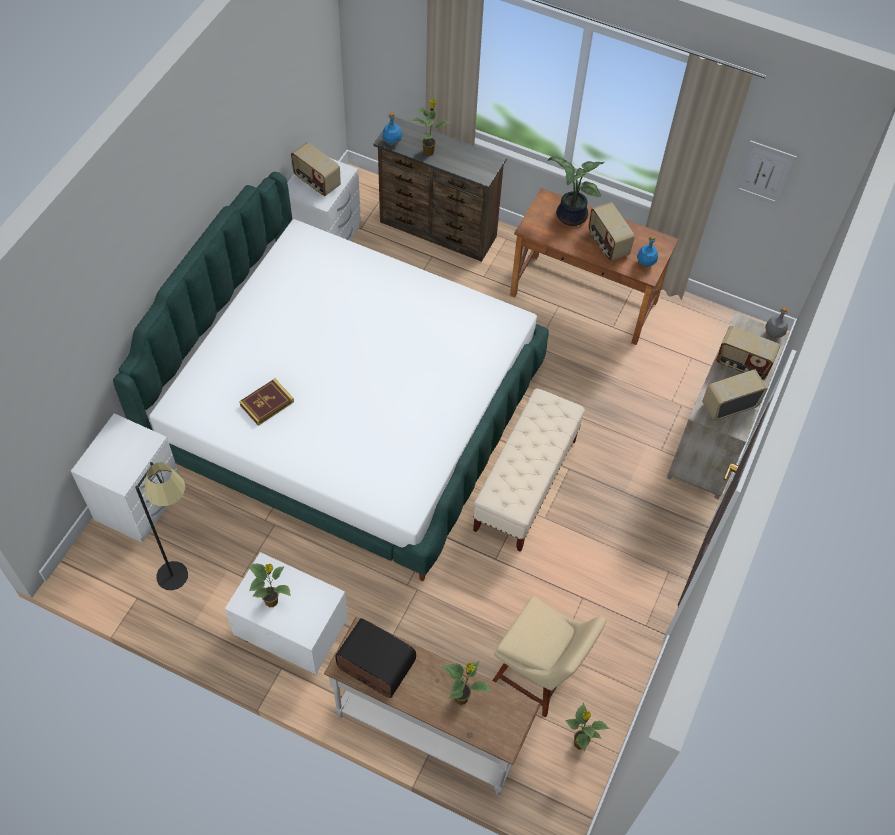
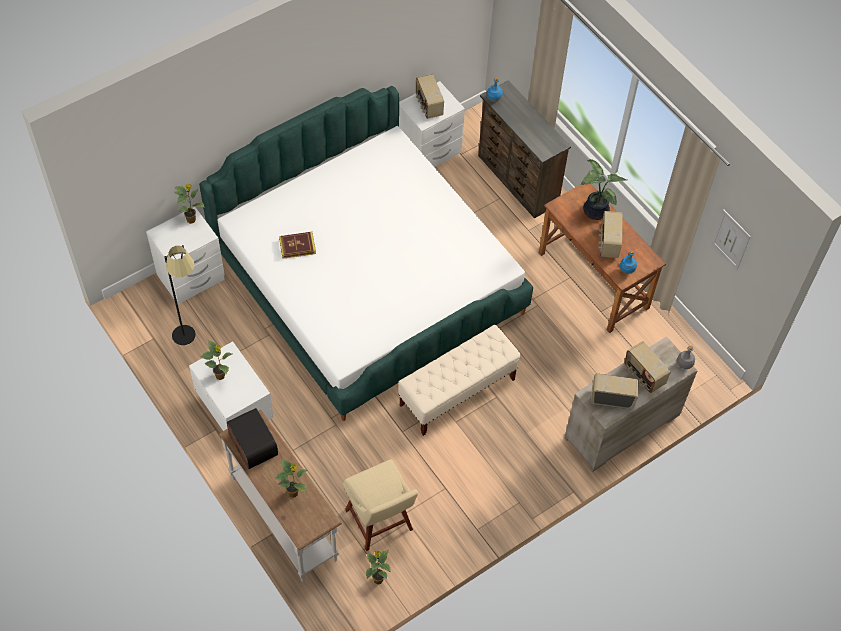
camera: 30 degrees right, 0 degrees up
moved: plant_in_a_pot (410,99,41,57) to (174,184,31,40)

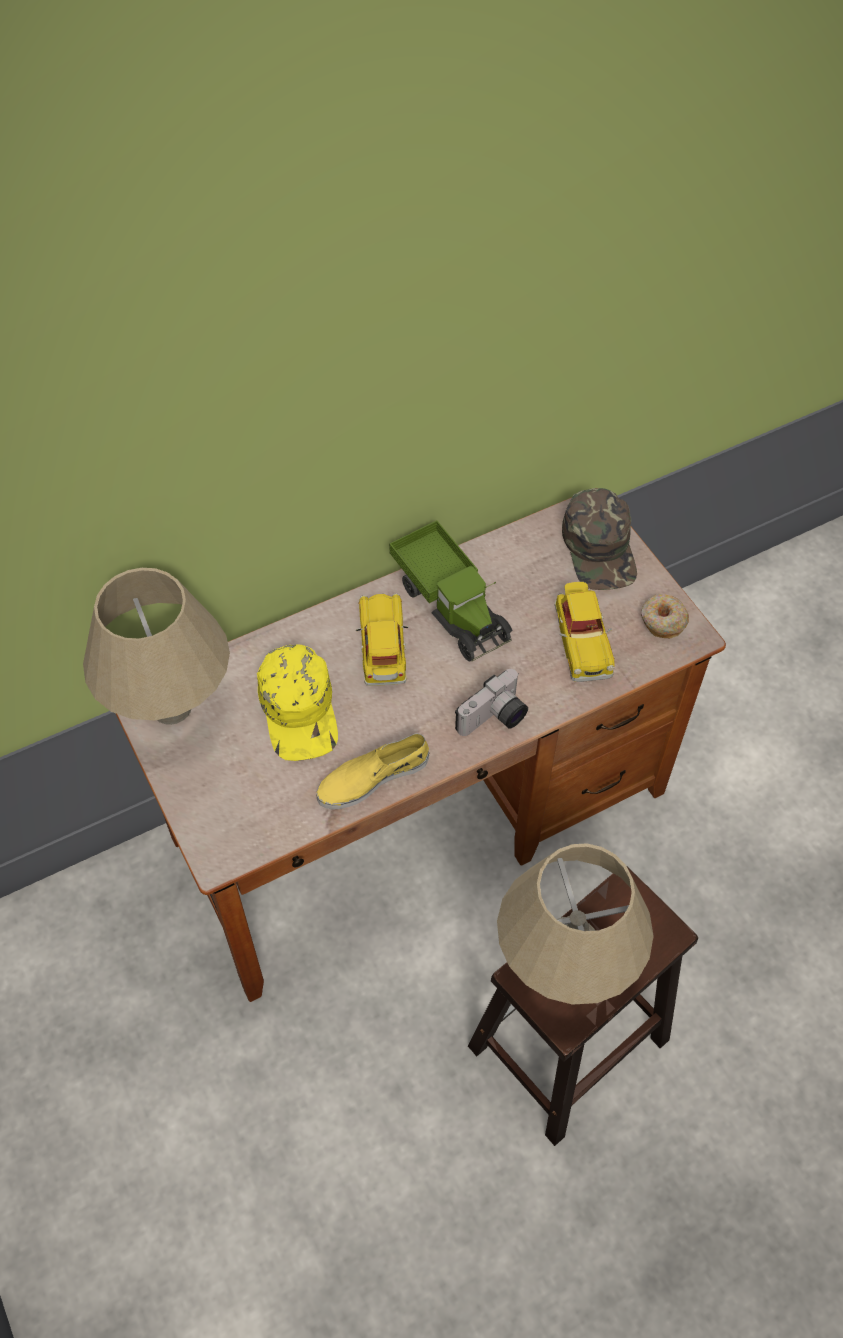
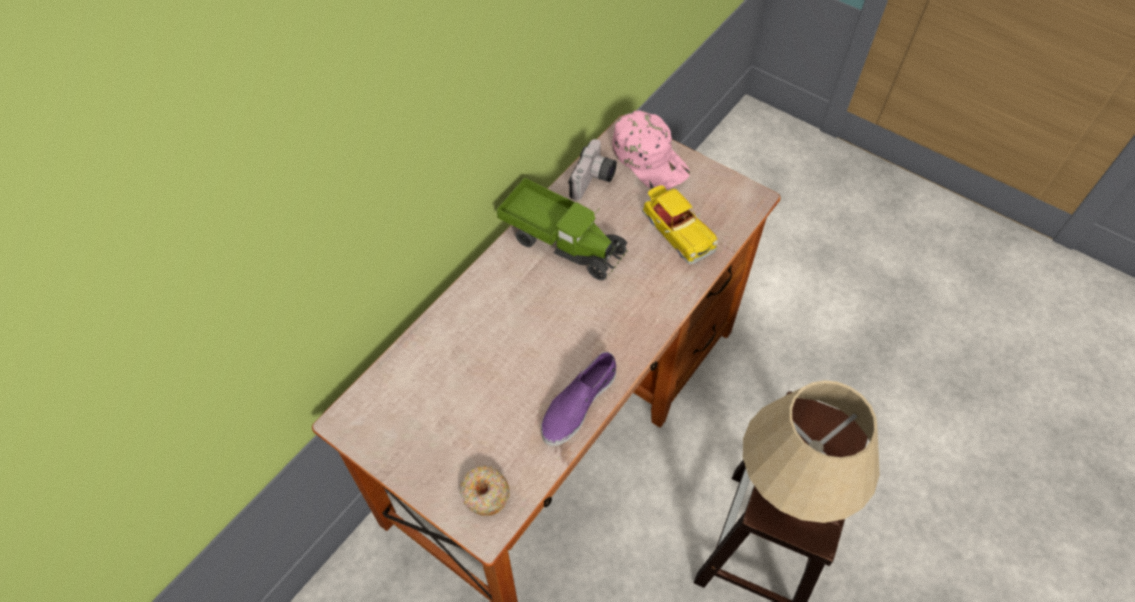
camera: 25 degrees left, 0 degrees up
removed: beige-coloured_tabletop_lamp (83,568,147,157); yellowish_baseball_cap (257,644,81,117); model_car (356,593,53,93)
moved: still_camera (455,669,73,67) to (568,139,49,61); ring_doughnut (641,594,48,44) to (460,466,50,50)
recoloured: yellowish_shoe (316,733,113,77) to purple_shoe (541,352,75,94); green-coloured_baseball_cap (562,488,75,102) to pink-coloured_baseball_cap (612,111,78,79)

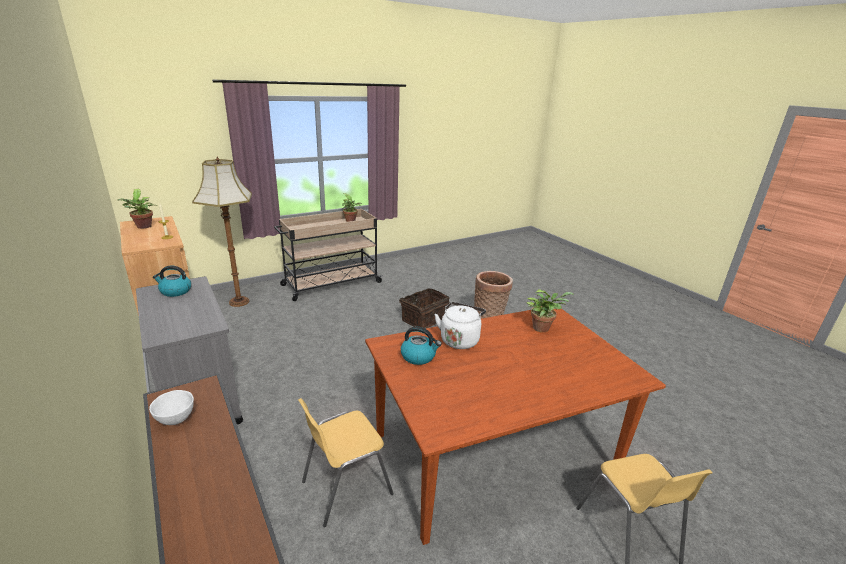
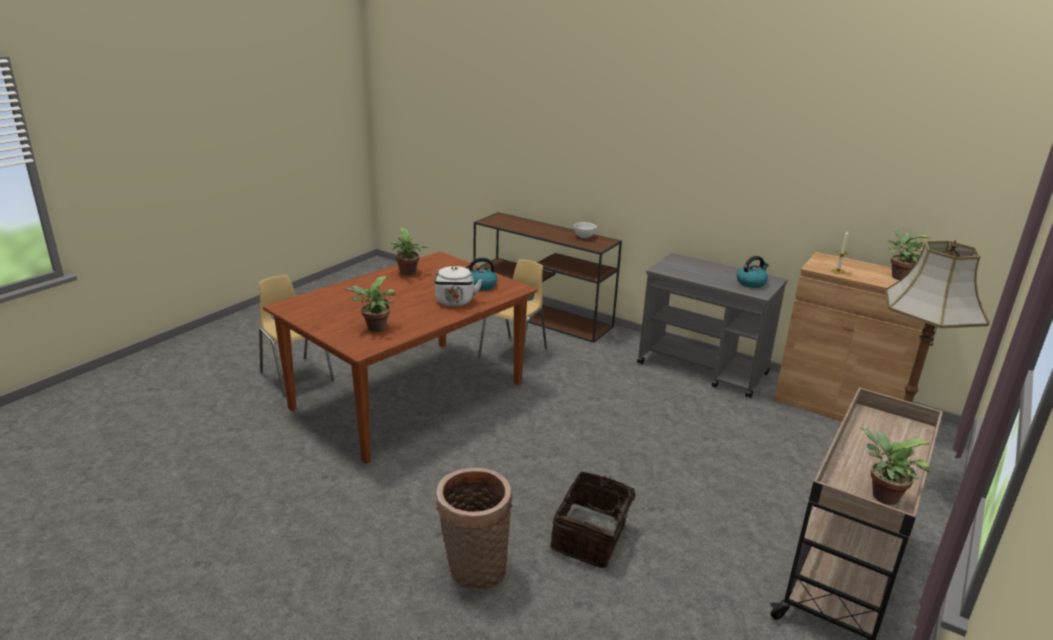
camera: 155 degrees right, 0 degrees up
added: plant_in_a_pot (391,228,37,47)

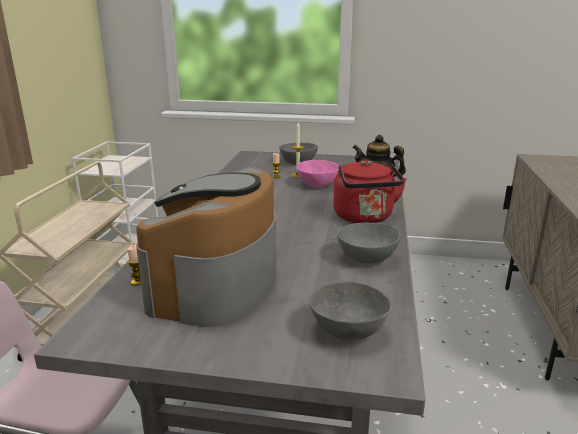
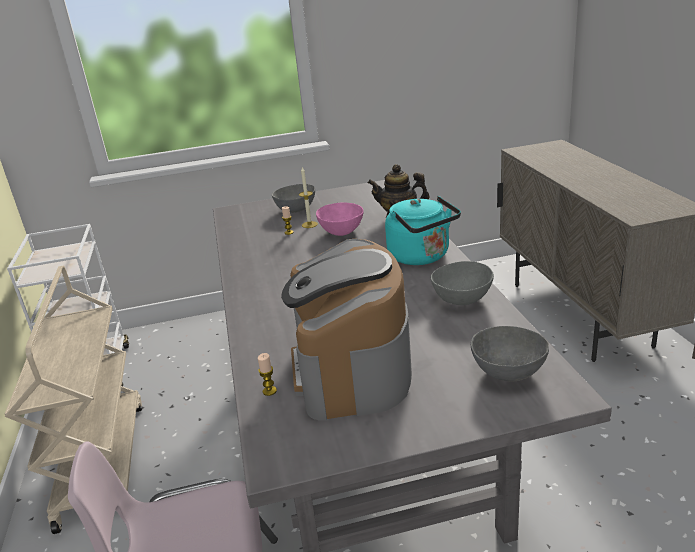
camera: 20 degrees left, 5 degrees up
recoloured: red-coloured_water_kettle (333,160,74,63) to turquoise-coloured_water_kettle (385,196,76,69)

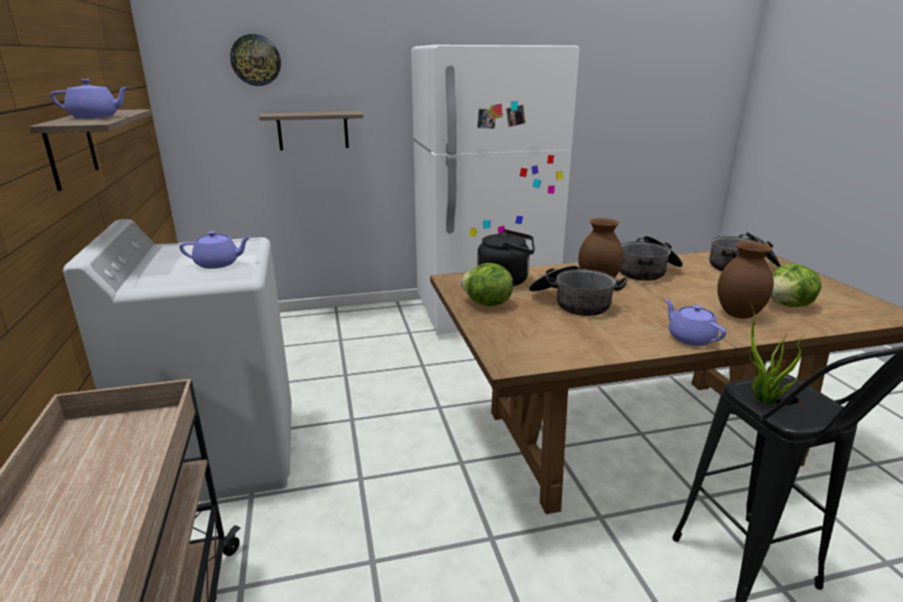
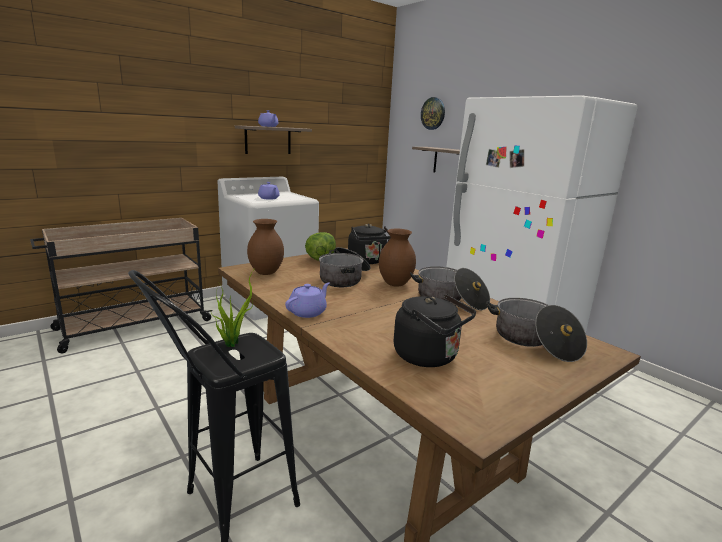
camera: 65 degrees right, 5 degrees down
moved: brownish_decorative_vase (717,241,57,78) to (247,219,37,56)
replaced: head_of_lettuce (771,264,51,43) to black_water_kettle (394,294,82,73)

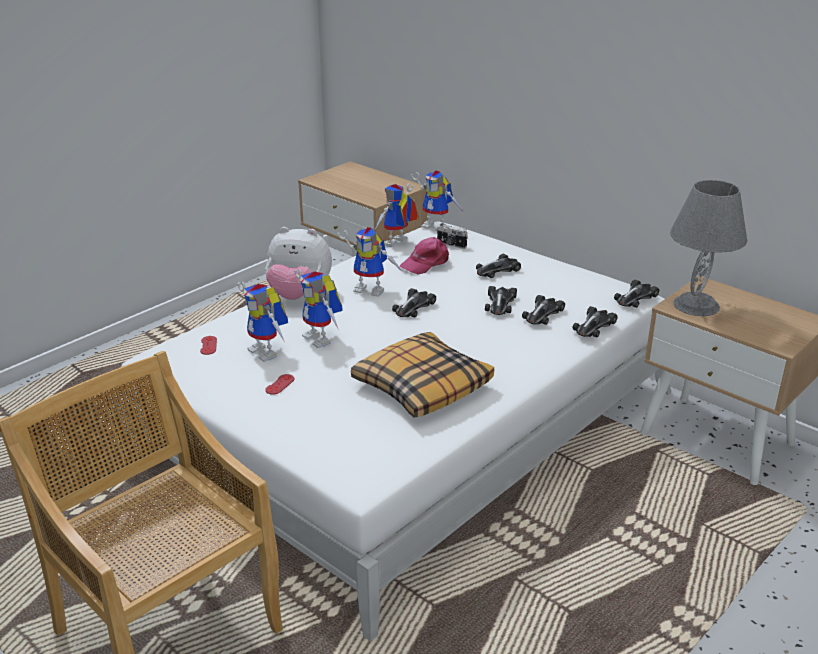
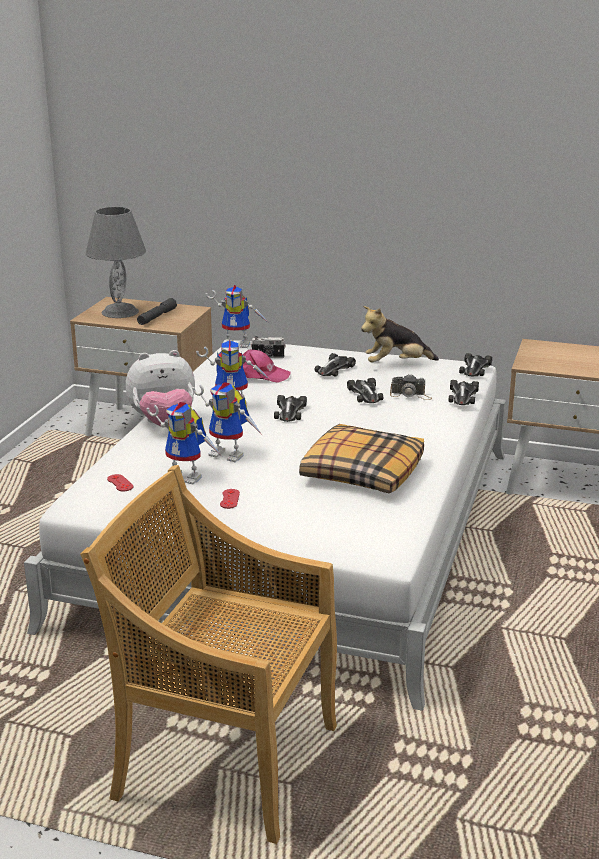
camera: 25 degrees left, 5 degrees down
removed: robot_figure (375,183,44,64)
added: gray_torch (137,298,40,27); cuddly_toy (361,306,78,56)
moved: gray_tabletop_lamp (670,180,77,136) to (86,207,60,111)
replaced: model_car (522,295,43,30) to still_camera (390,375,42,25)
turned: pink-coloured_baseball_cap (399,237,50,38) = (243,350,47,33) 105 degrees counterclockwise

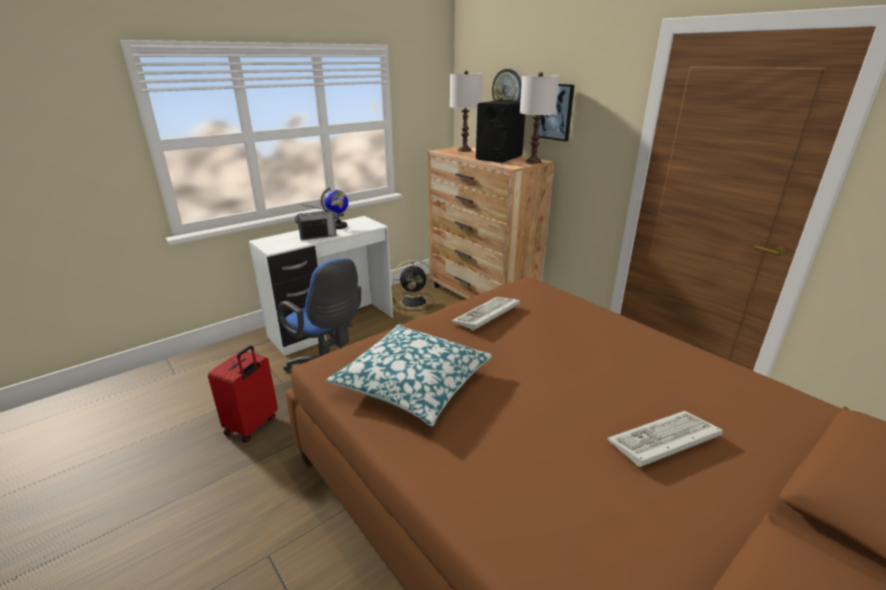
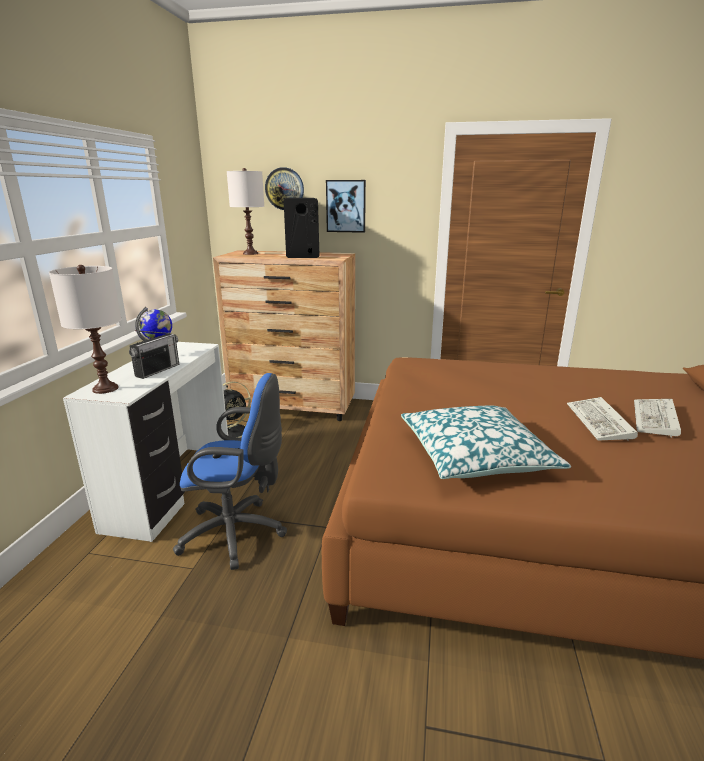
camera: 40 degrees left, 5 degrees down
removed: red-coloured_suitcase (208,345,70,98)
moved: keyboard (452,297,68,34) to (567,397,71,44); white-coloured_tabletop_lamp (520,72,39,92) to (49,265,72,129)

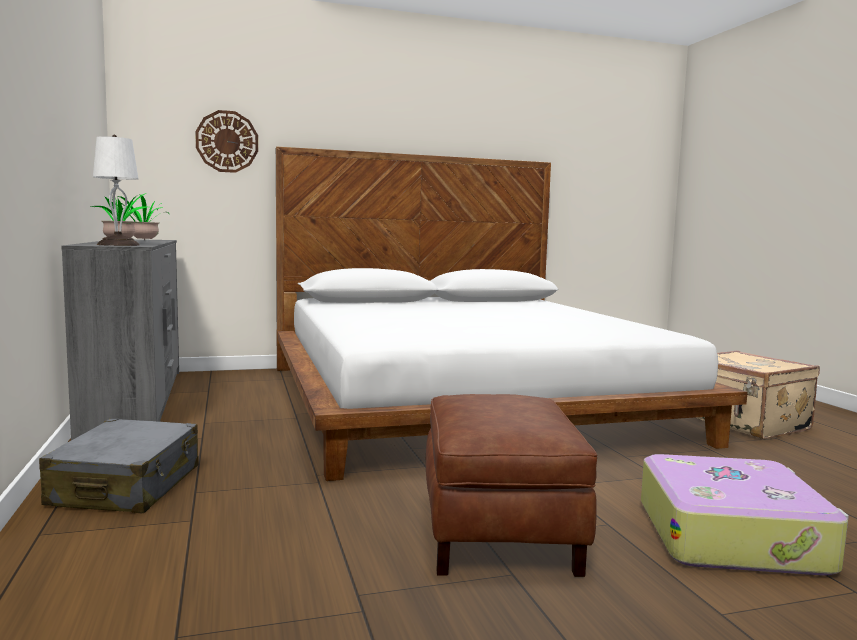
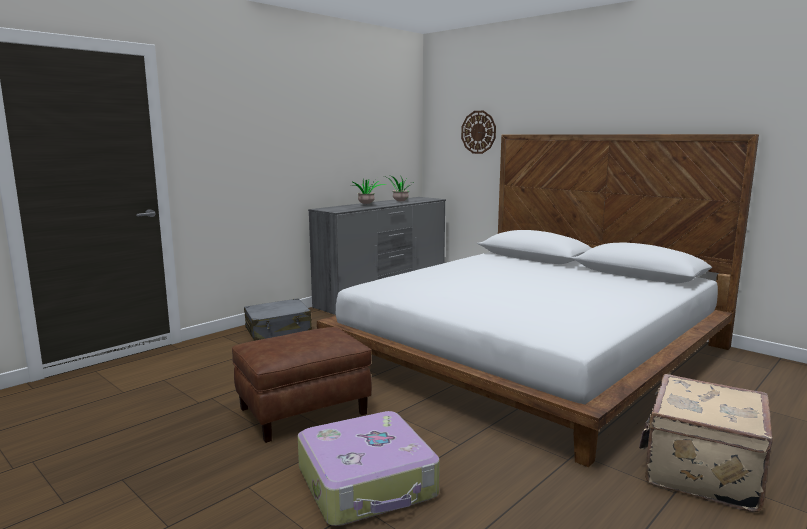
camera: 60 degrees right, 5 degrees up
removed: white-coloured_tabletop_lamp (93,134,46,112)

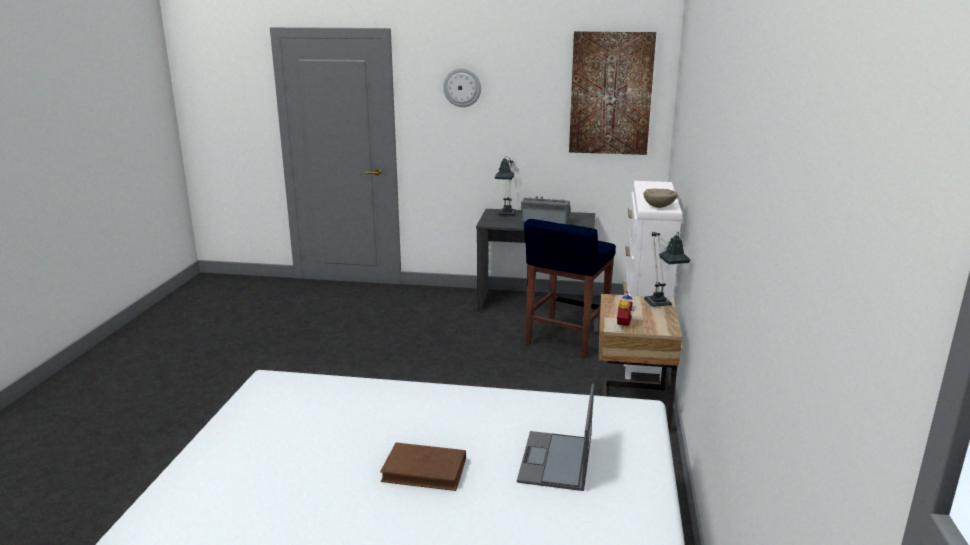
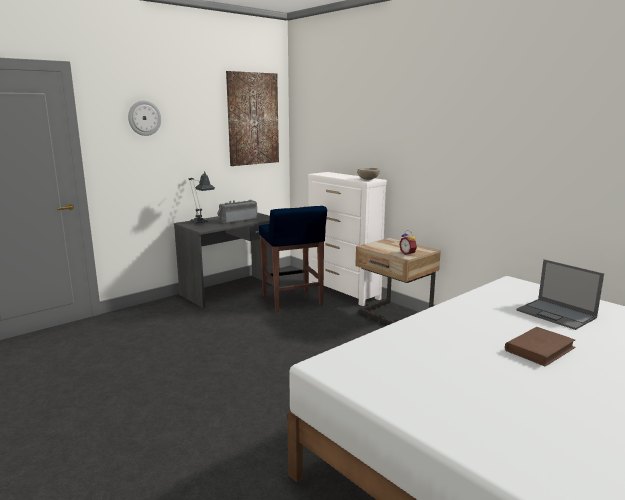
camera: 50 degrees left, 5 degrees down
removed: tabletop_lamp (644,232,46,75)

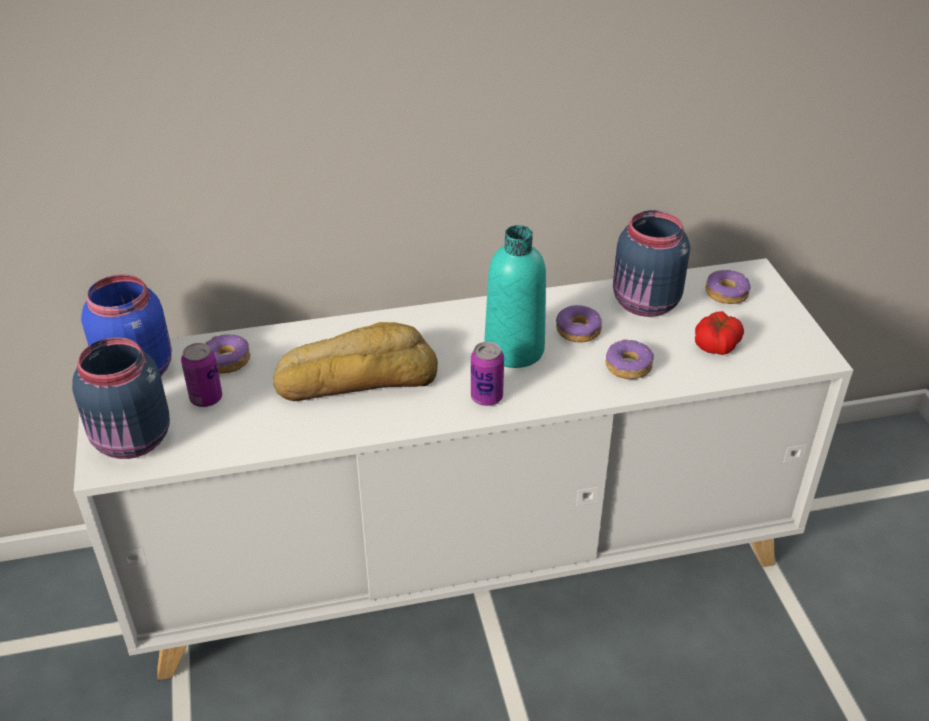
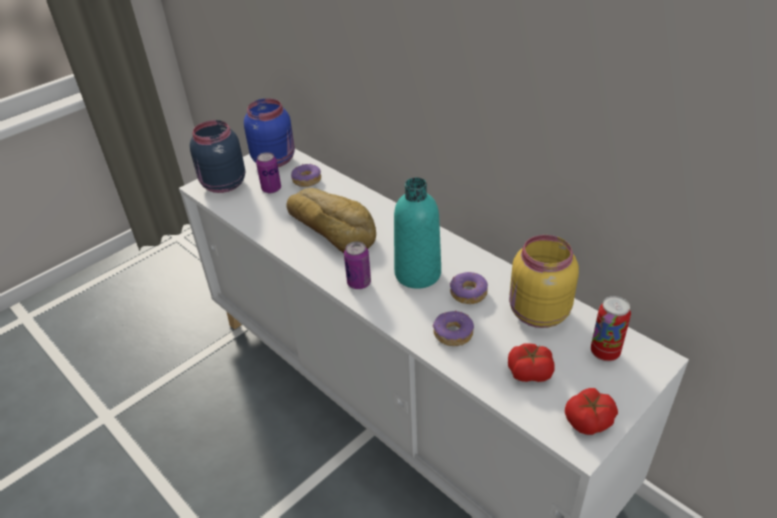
camera: 60 degrees right, 0 degrees up
added: whole_tomato (565,388,53,47)
replaced: ring_doughnut (705,270,46,34) to can (591,296,40,65)
recoloured: blue-coloured_jar (613,210,77,107) to yellowish_jar (509,235,70,93)

